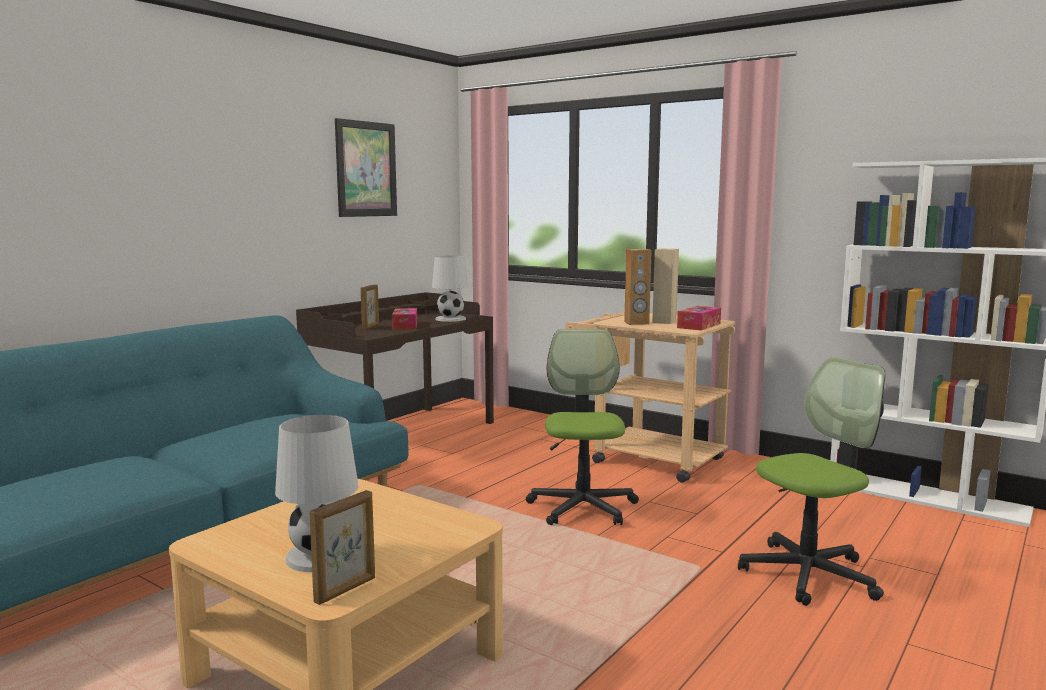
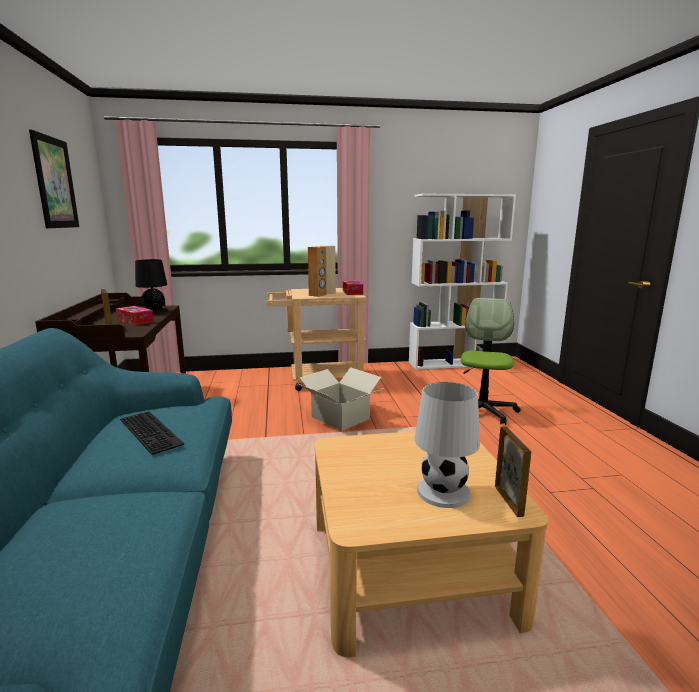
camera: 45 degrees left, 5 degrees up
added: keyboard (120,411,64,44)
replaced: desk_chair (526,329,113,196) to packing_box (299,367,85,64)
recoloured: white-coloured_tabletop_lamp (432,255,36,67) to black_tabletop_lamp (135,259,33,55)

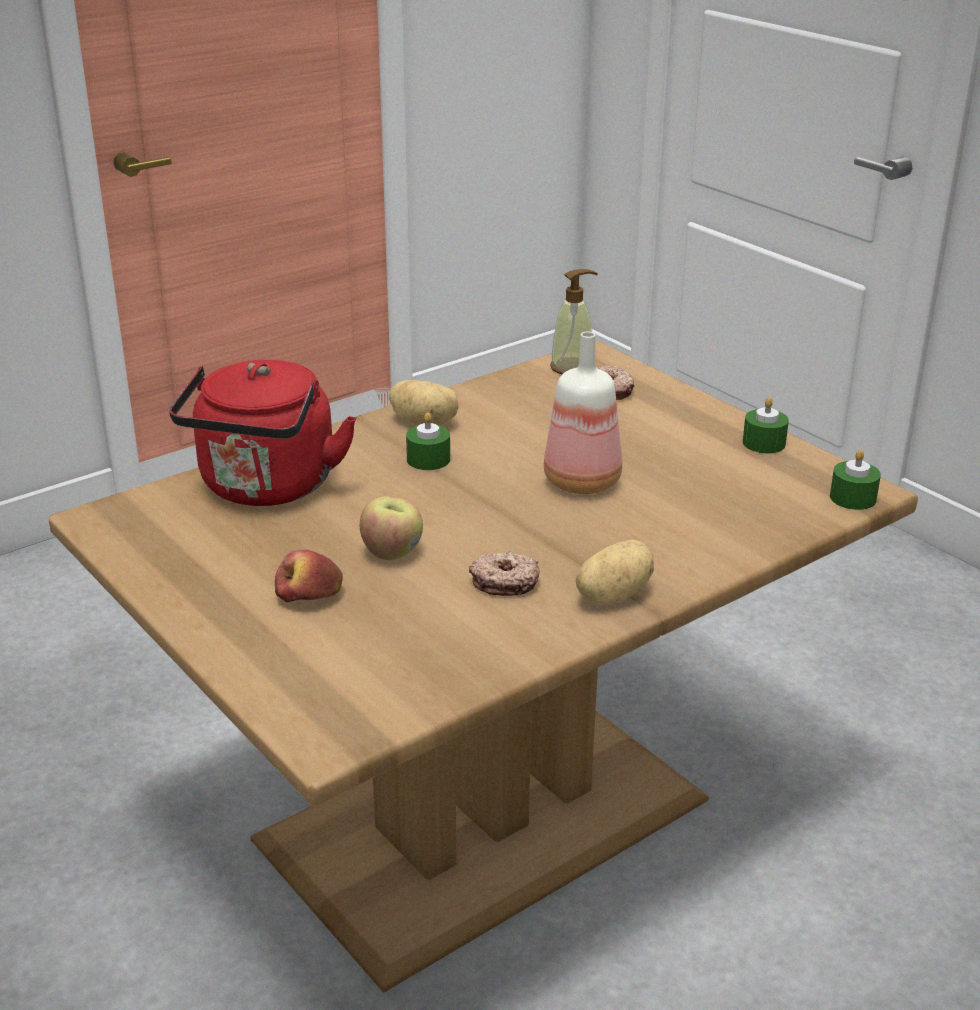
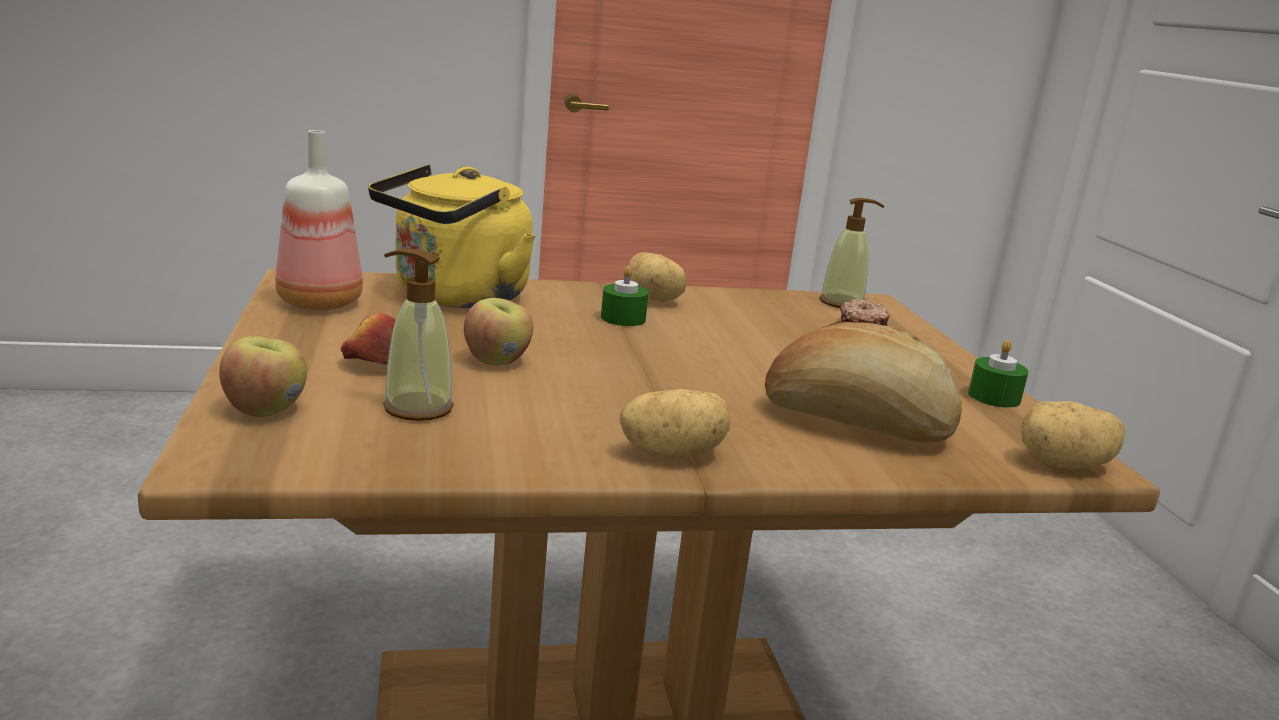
camera: 25 degrees right, 10 degrees down
removed: ring_doughnut (469,551,70,45)
added: whole_apple (219,336,88,81); soap_dispenser (383,248,71,173); bakery_bread (765,321,197,122)
moved: beverage_bottle (544,332,78,162) to (275,130,88,180)
replaced: green-coloured_wax_light (830,449,51,61) to whole_potato (1020,401,105,67)
recoloured: red-coloured_water_kettle (169,360,188,146) to yellowish_water_kettle (368,165,167,143)

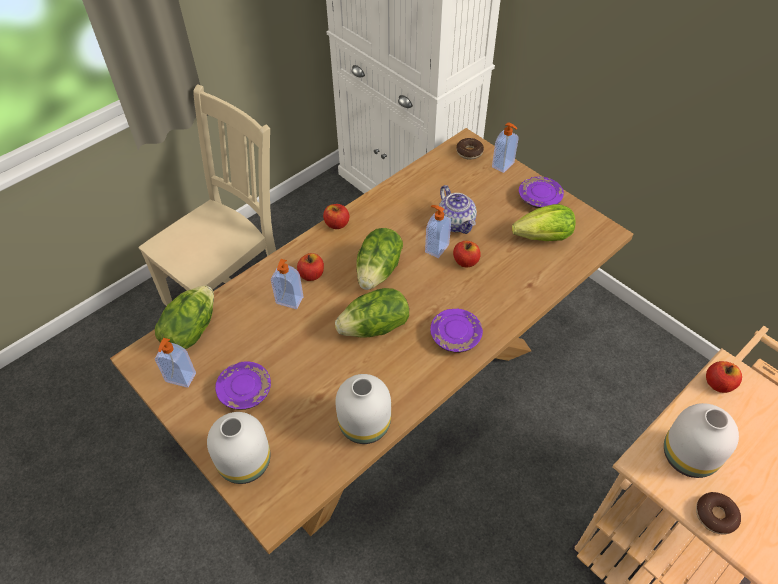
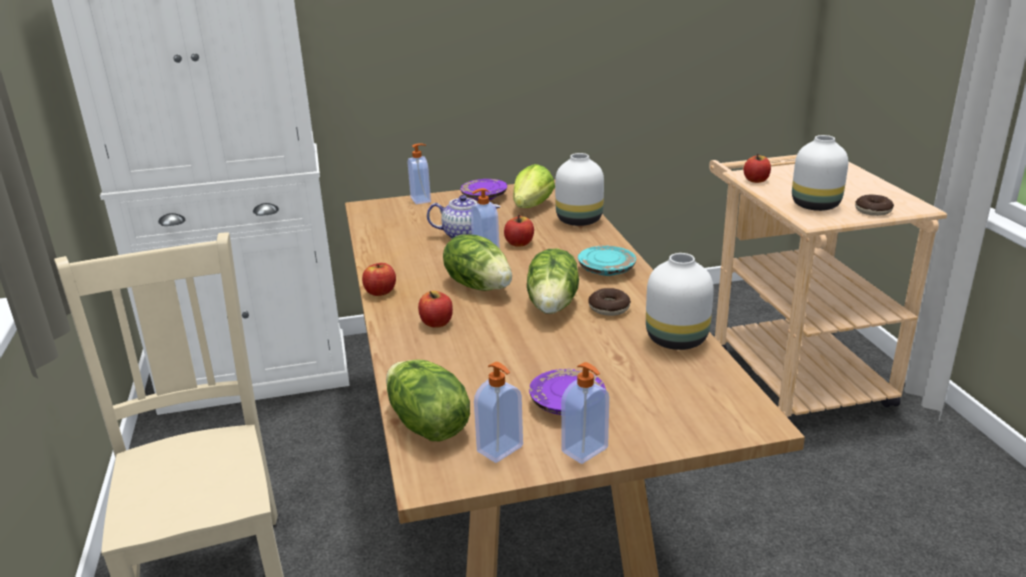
camera: 60 degrees left, 25 degrees down
moved: white-coloured_decorative_vase (207,412,63,72) to (555,153,49,73); soap_dispenser (271,259,33,50) to (561,362,48,102); ring_doughnut (456,138,28,22) to (588,288,43,28)
recoloured: purple_plate (430,309,53,44) to turquoise-coloured_plate (578,246,58,30)

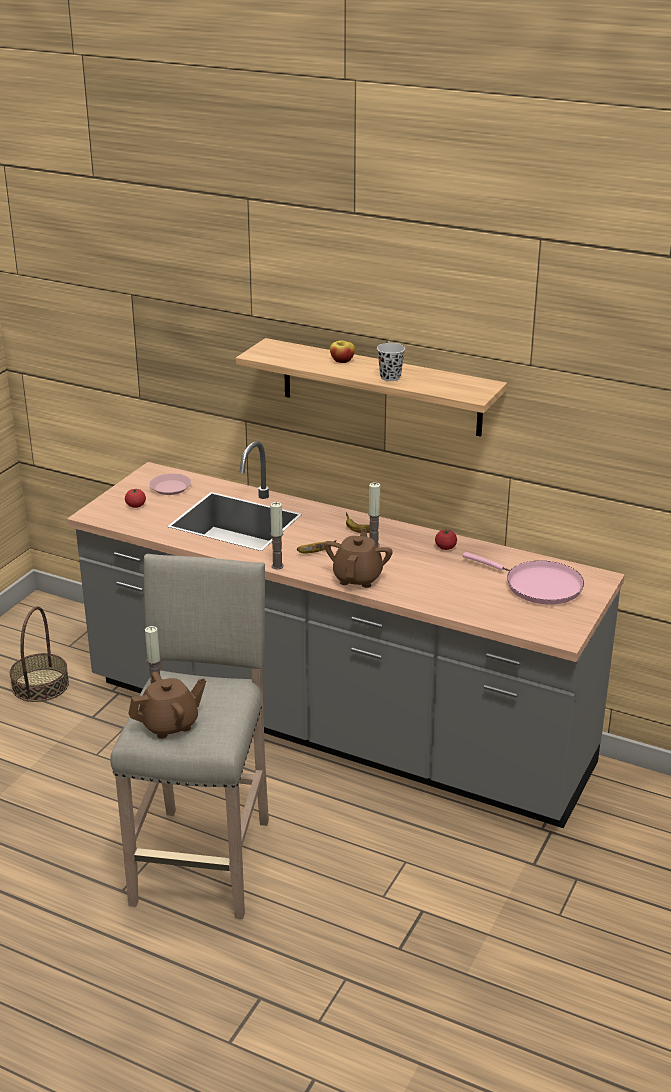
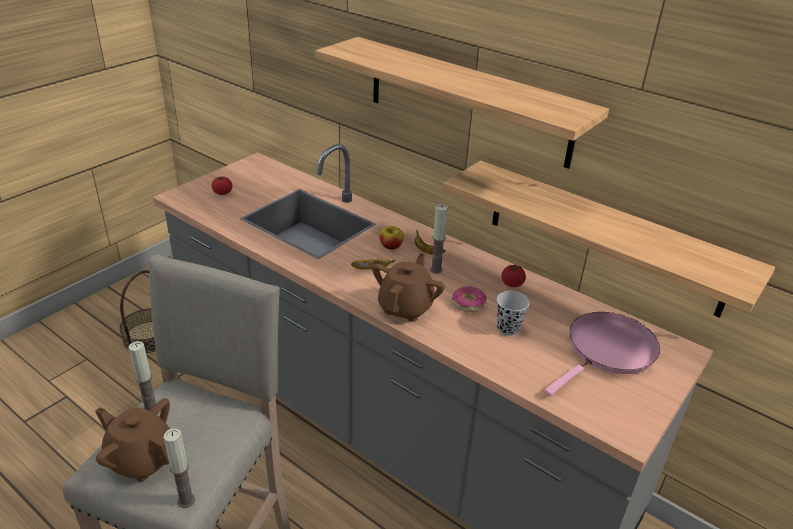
camera: 10 degrees right, 5 degrees up
removed: pink-coloured_plate (149,474,42,21)
added: bracket_shelf (443,160,332,158); ring_doughnut (452,286,35,26)
moved: wax_light (270,502,14,67) to (164,428,31,80); whole_apple (330,340,25,23) to (379,226,25,24); black_cup (377,343,28,38) to (497,291,33,45)
turned: brownish_tea_pot (128,672,78,67) = (95,398,75,83) 135 degrees counterclockwise; pink-coloured_frying_pan (462,552,122,53) = (544,312,116,84) 90 degrees counterclockwise

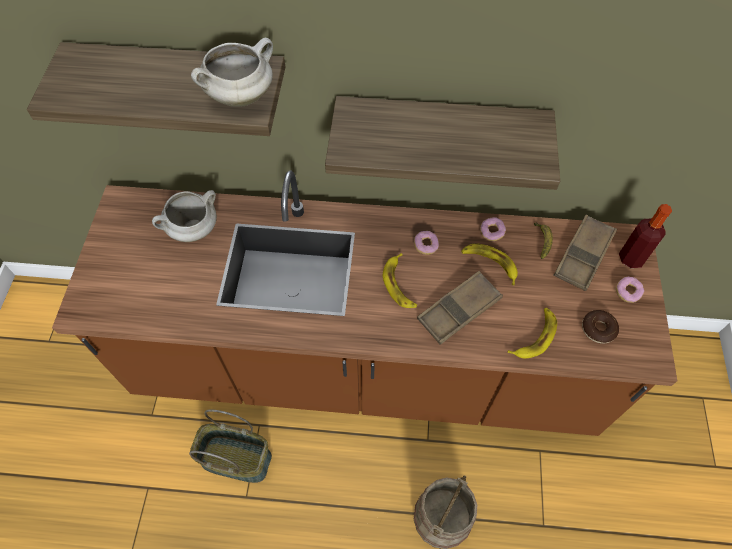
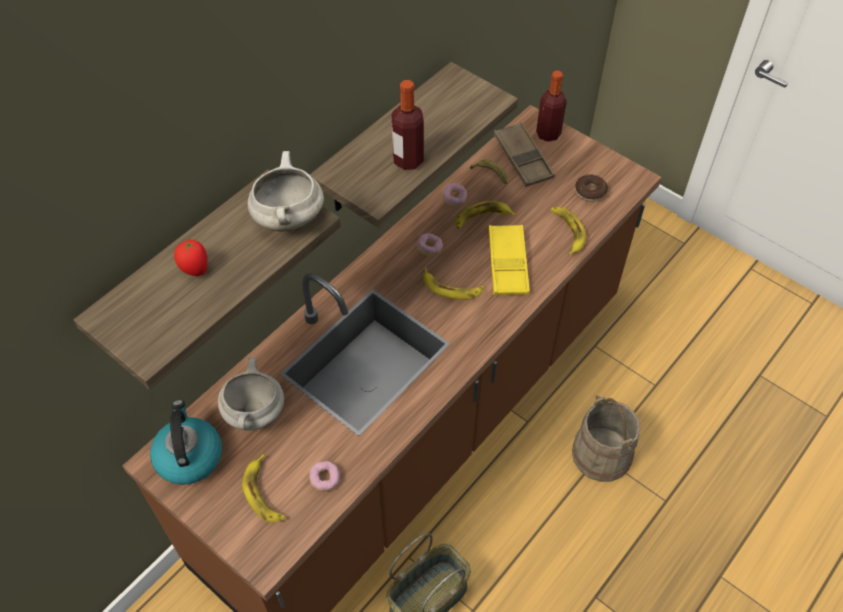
camera: 55 degrees left, 5 degrees down
added: water_kettle (150,400,72,85); whole_tomato (174,240,34,36); banana_fruit (242,454,43,68); beverage_bottle (392,80,32,90)
moved: ring_doughnut (616,277,28,26) to (309,461,31,31)
recoloured: brownish_serving_tray (417,271,86,74) to yellowish_serving_tray (488,225,42,70)

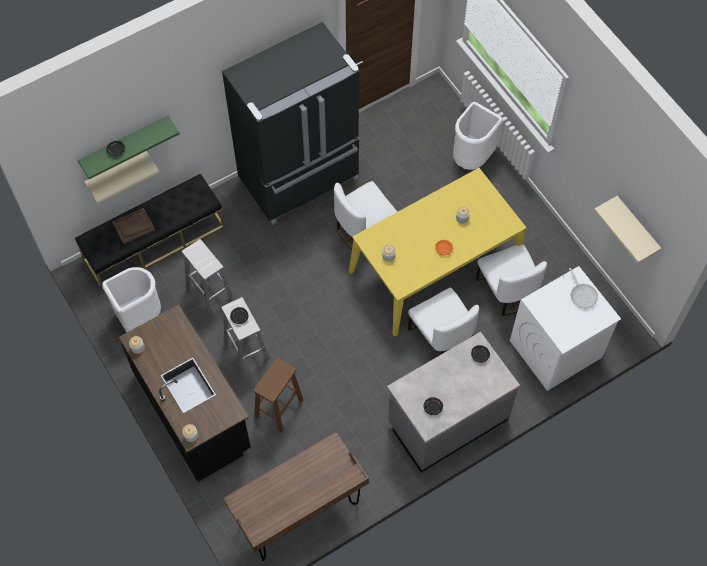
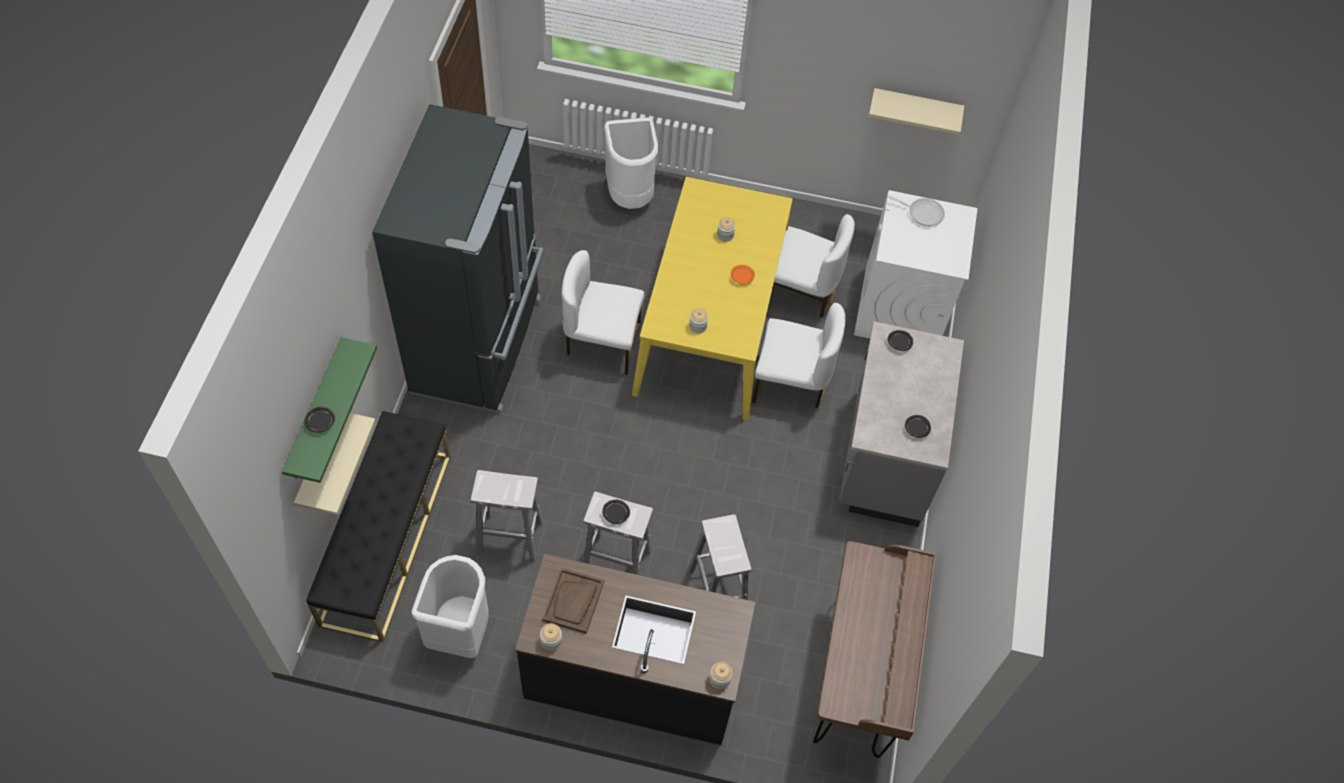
camera: 50 degrees left, 5 degrees down
moved: brownish_serving_tray (112,208,43,36) to (542,568,62,66)
recoloured: brownish_sitting_stool (253,358,50,74) to white-coloured_sitting_stool (688,514,63,86)
turned: white-coloured_plain_chair (334,181,63,69) = (562,250,82,125) 90 degrees clockwise

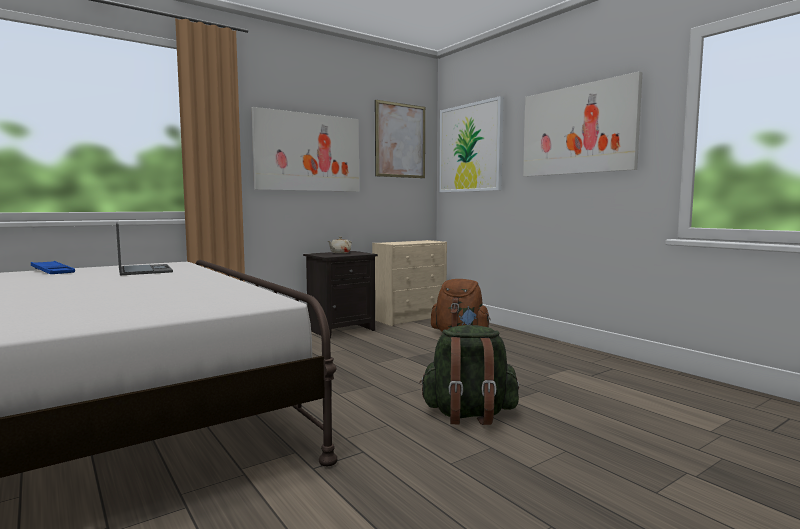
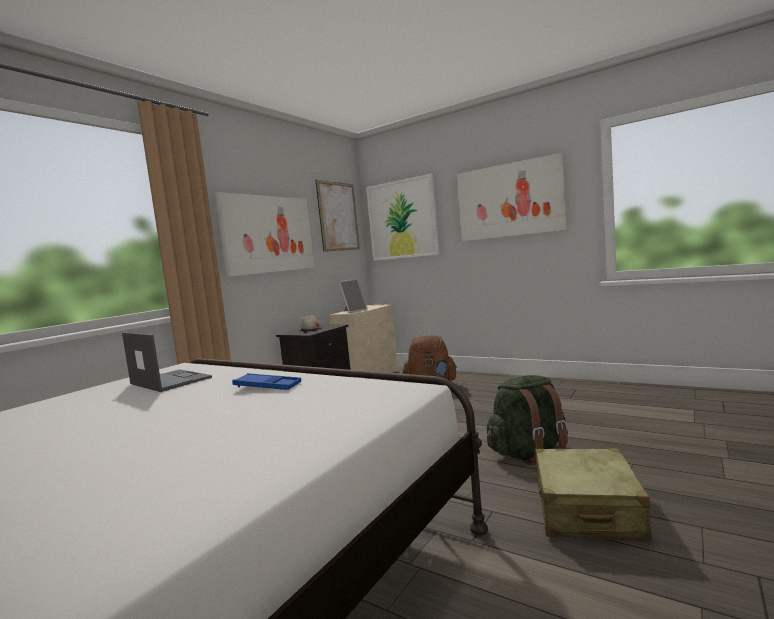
camera: 20 degrees left, 0 degrees up
added: photo_frame (339,279,28,34); beige-coloured_suitcase (534,448,118,93)
moved: blue-coloured_serving_tray (31,261,44,13) to (232,373,69,17)

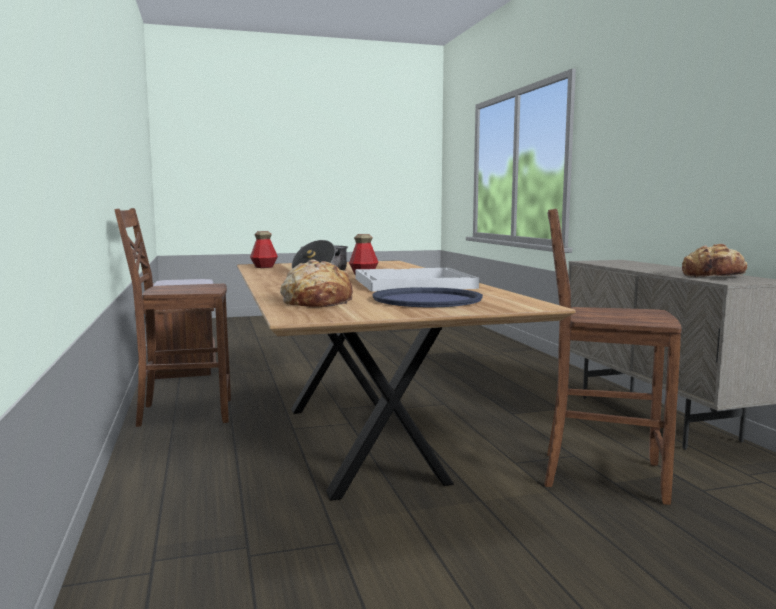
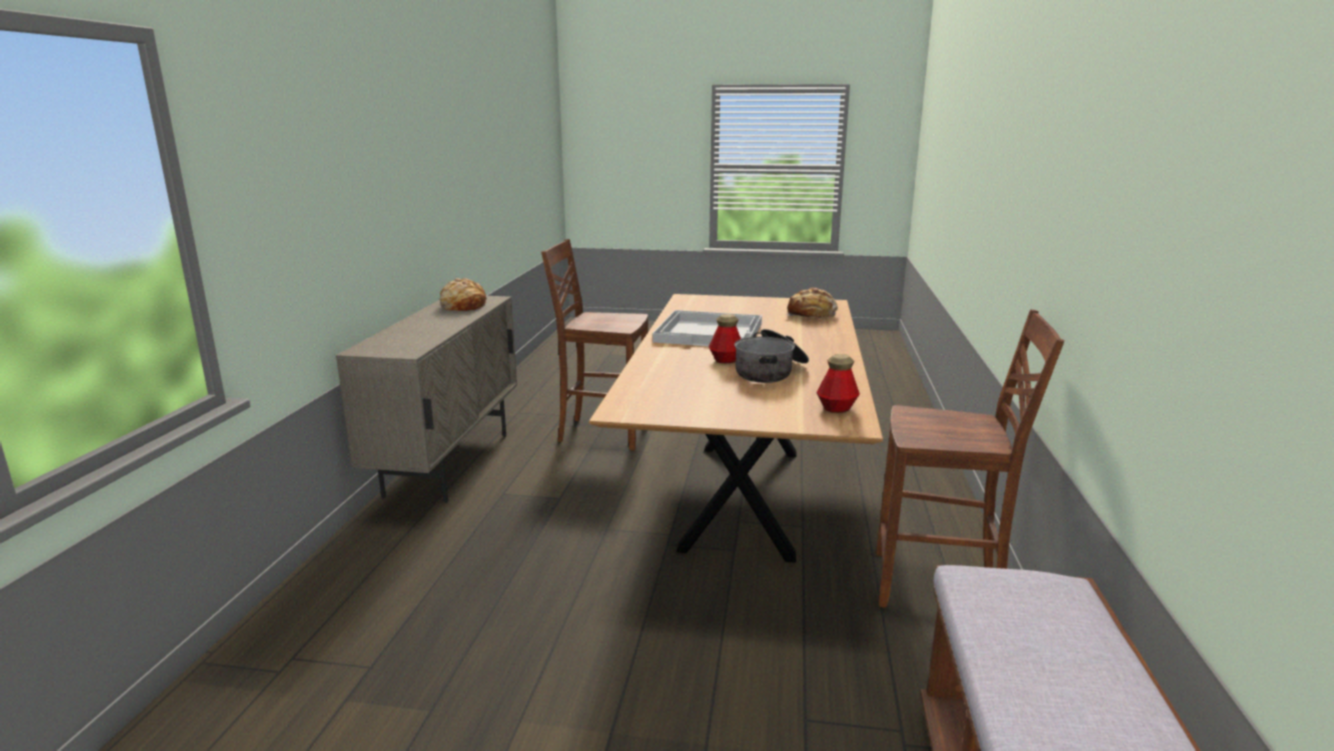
camera: 155 degrees left, 10 degrees up
removed: blue-coloured_serving_tray (372,287,111,20)
turned: brownish_plain_chair (544,209,138,296) = (541,239,107,211) 150 degrees clockwise

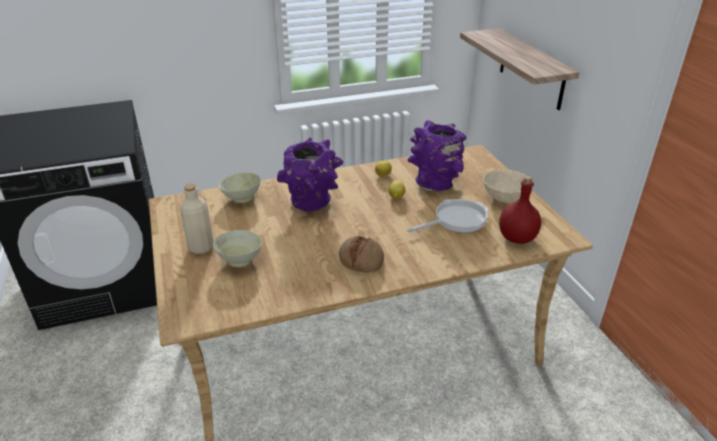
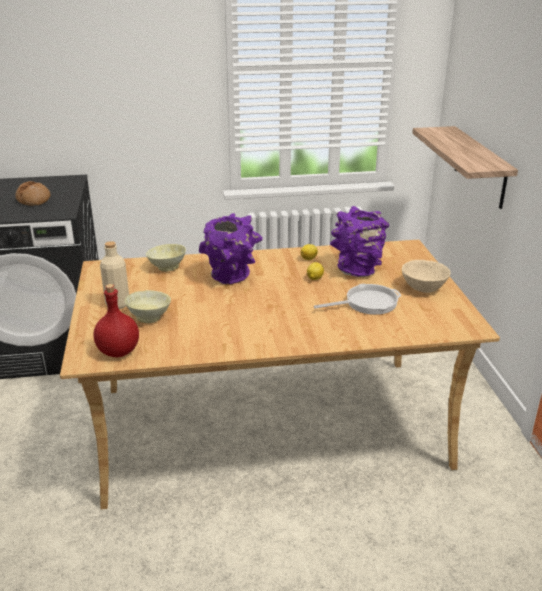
camera: 10 degrees right, 5 degrees down
moved: bakery_bread (339,236,45,37) to (15,181,36,25); red-coloured_beverage_bottle (499,176,42,68) to (94,284,45,73)

